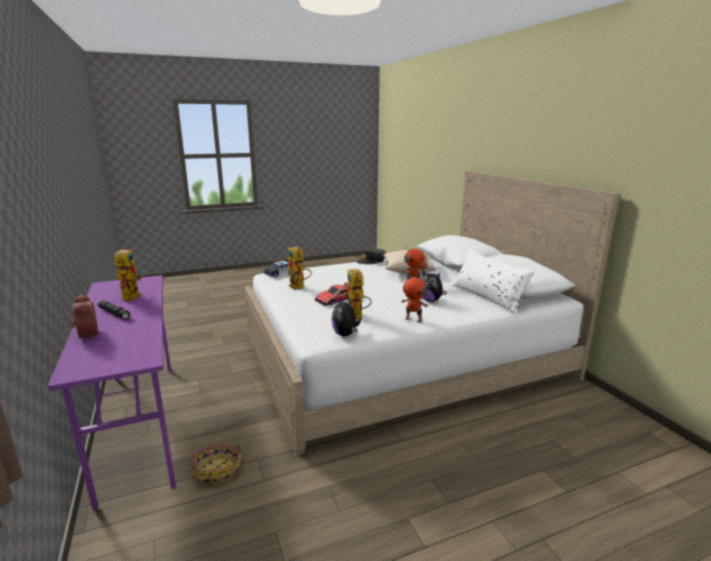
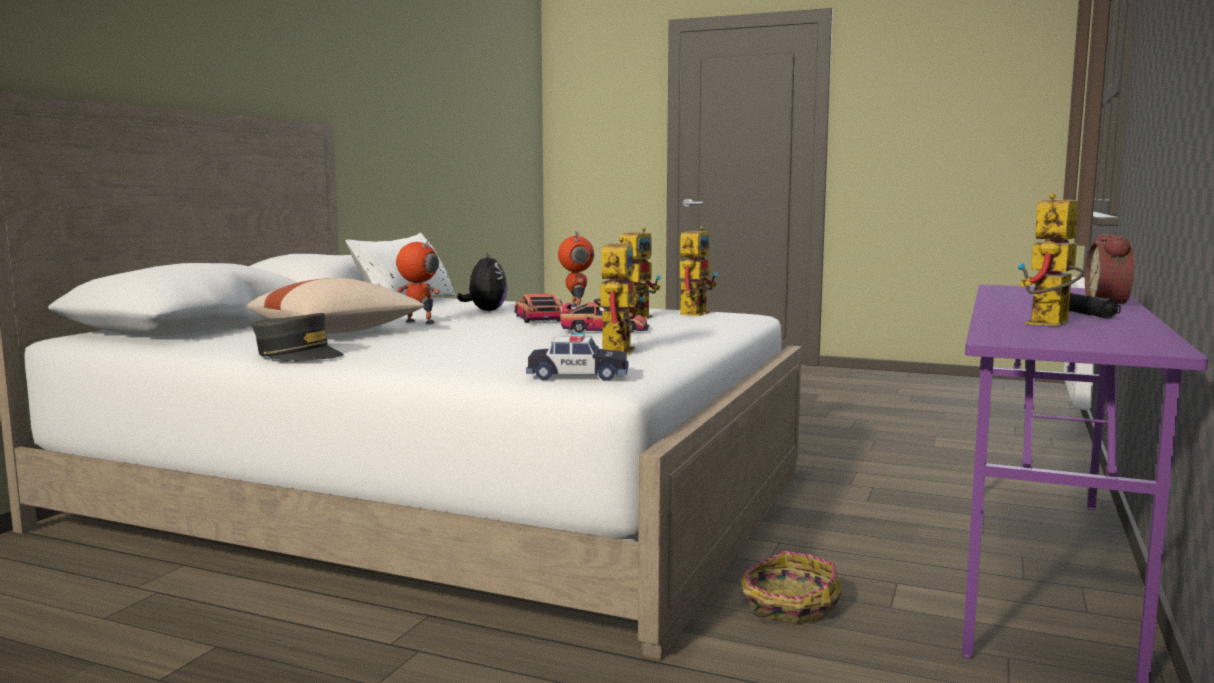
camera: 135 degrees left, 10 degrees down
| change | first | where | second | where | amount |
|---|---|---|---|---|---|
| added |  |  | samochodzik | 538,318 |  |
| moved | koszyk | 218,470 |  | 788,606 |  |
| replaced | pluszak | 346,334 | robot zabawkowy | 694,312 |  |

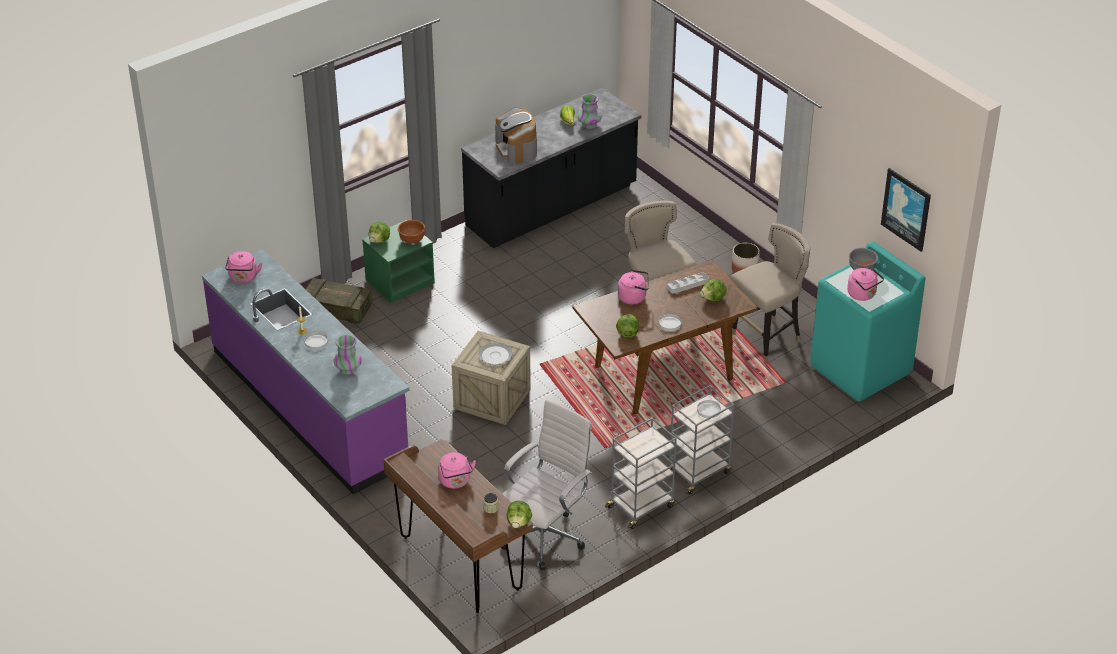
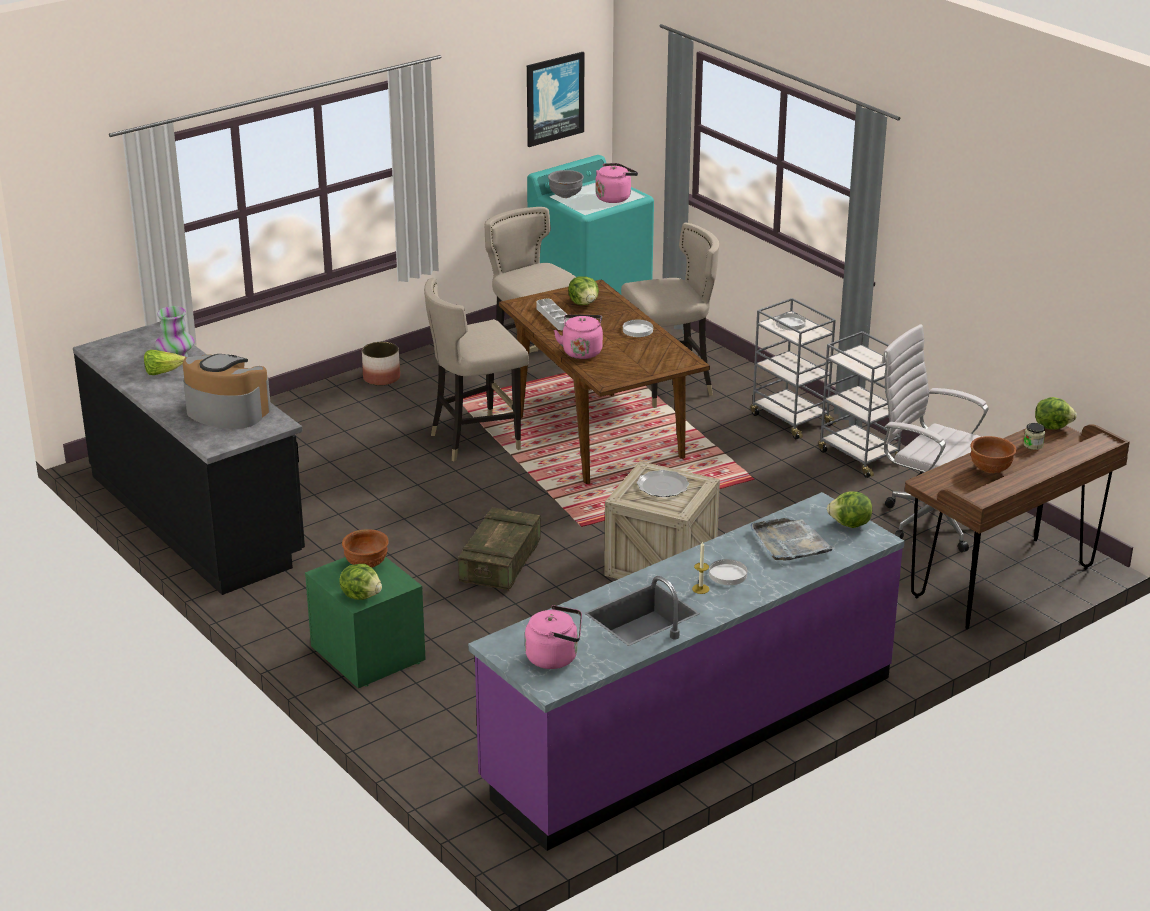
camera: 90 degrees left, 10 degrees down
| change | first | where | second | where | amount |
|---|---|---|---|---|---|
| added |  |  | stołek/beżowy | 669,388 |  |
| moved | skrzynka | 337,309 |  | 500,564 |  |
| moved | sałata | 627,333 |  | 850,525 |  |
| replaced | wazon | 348,369 | taca/szary | 790,542 |  |
| replaced | czajnik/różowy | 455,481 | miska/brązowy | 991,470 |  |
| turned | ekspres do kawy | 517,149 |  | 226,411 | 135 degrees counterclockwise |

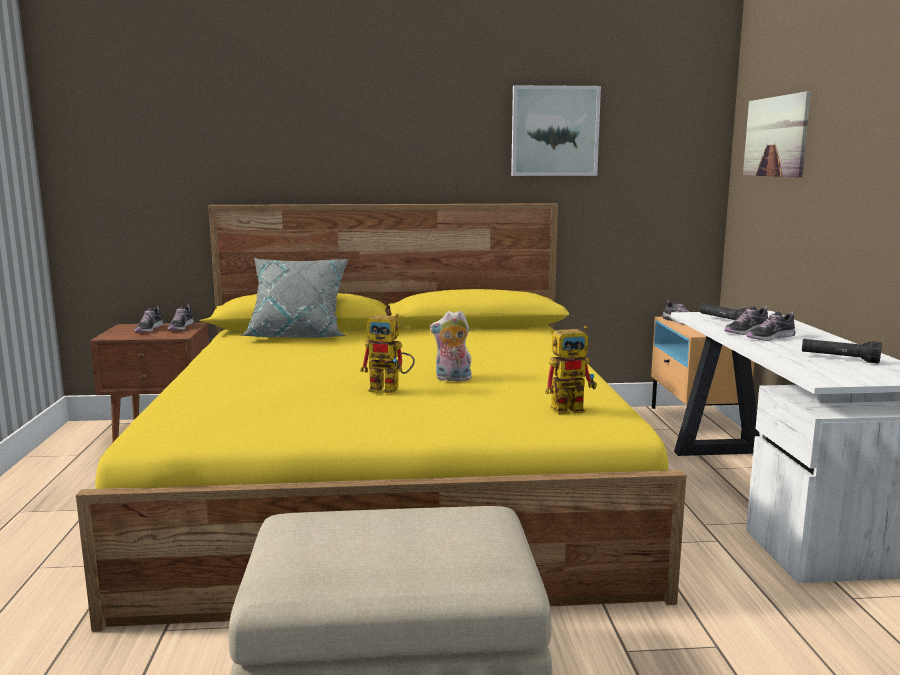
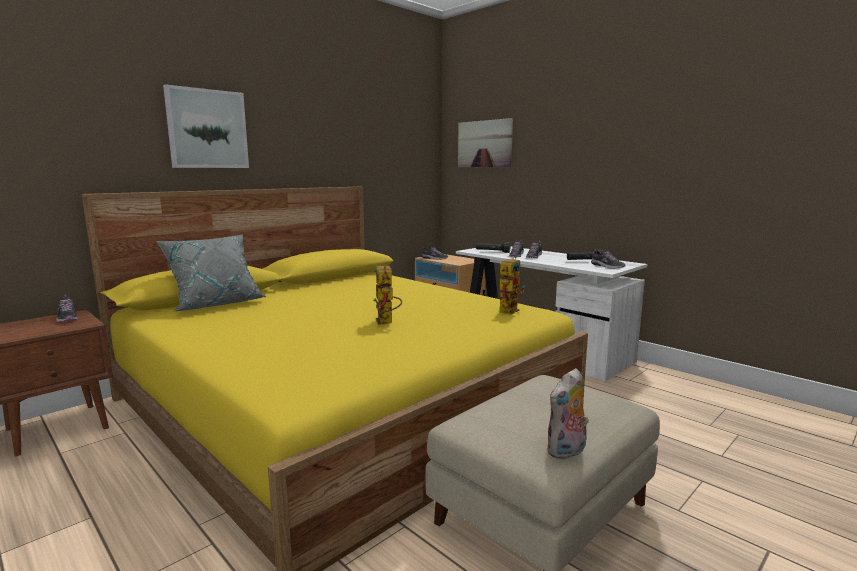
camera: 40 degrees left, 0 degrees up
| change | first | where | second | where | amount |
|---|---|---|---|---|---|
| moved | but | 149,329 |  | 607,266 |  |
| moved | pluszak | 452,379 |  | 567,452 |  |
| moved | obraz | 554,131 |  | 207,129 |  |
| turned | robot zabawkowy | 391,389 |  | 387,323 | 105 degrees clockwise |

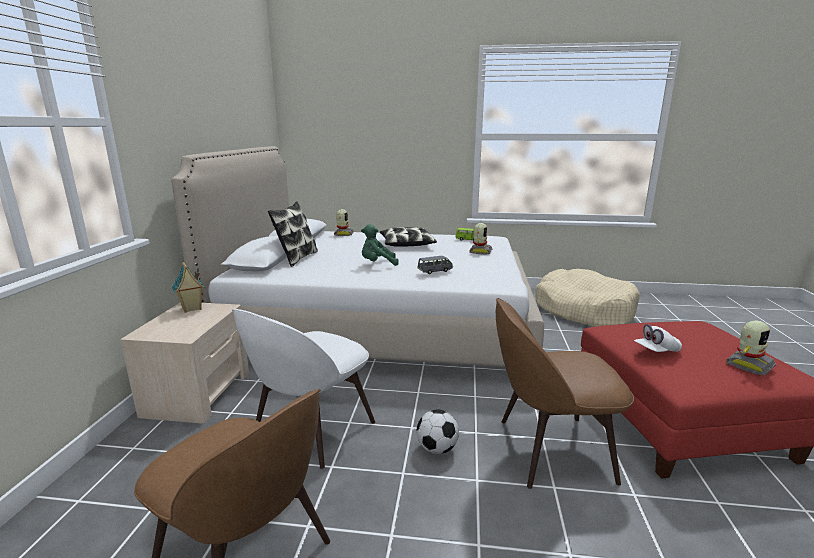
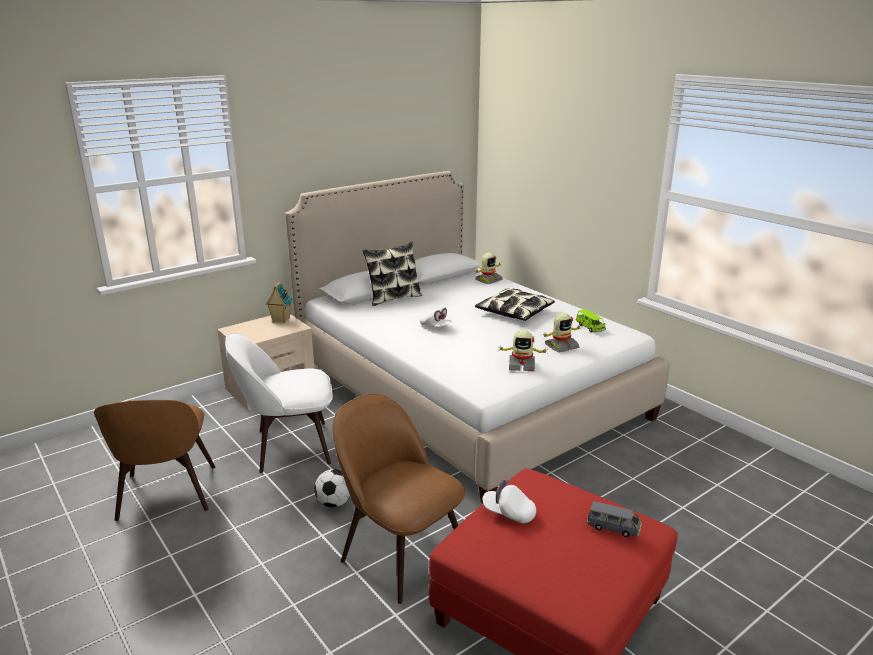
camera: 45 degrees right, 5 degrees up
| change | first | where | second | where | amount |
|---|---|---|---|---|---|
| removed | legowisko/beżowy | 583,310 |  |  |  |
| moved | samochodzik/szary | 435,271 |  | 613,527 |  |
| moved | robot zabawkowy | 748,365 |  | 521,365 |  |
| replaced | pluszak/zielony | 377,264 | czapka z daszkiem/biały | 436,326 |  |

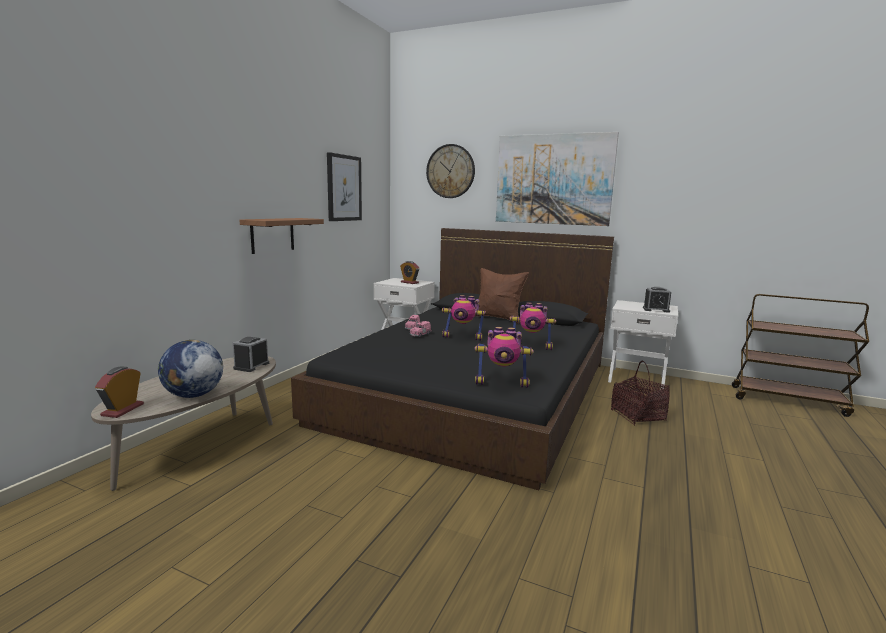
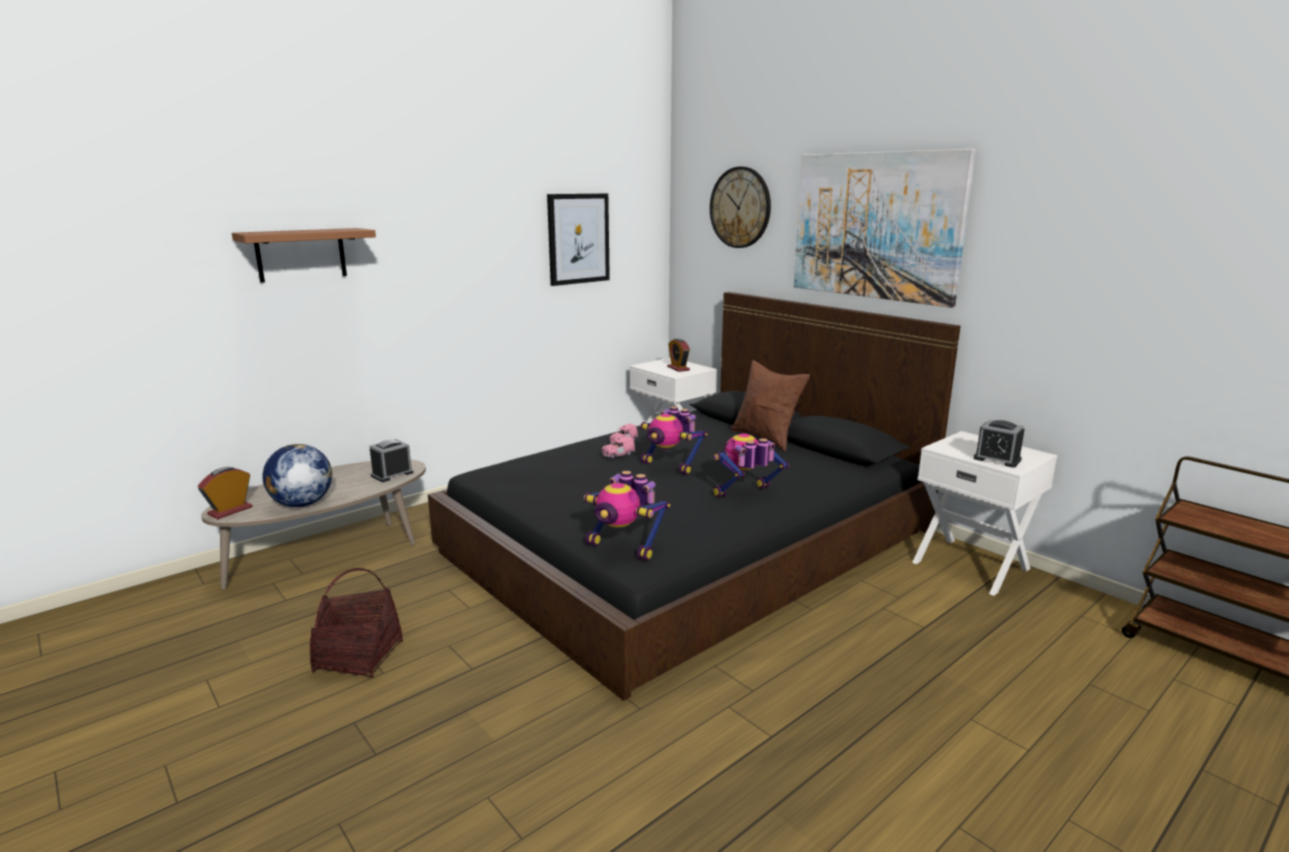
camera: 25 degrees right, 5 degrees up
| change | first | where | second | where | amount |
|---|---|---|---|---|---|
| moved | półka | 272,235 |  | 301,254 |  |
| moved | koszyk | 637,415 |  | 359,657 |  |
| turned | robot zabawkowy | 530,346 |  | 745,495 | 120 degrees clockwise |

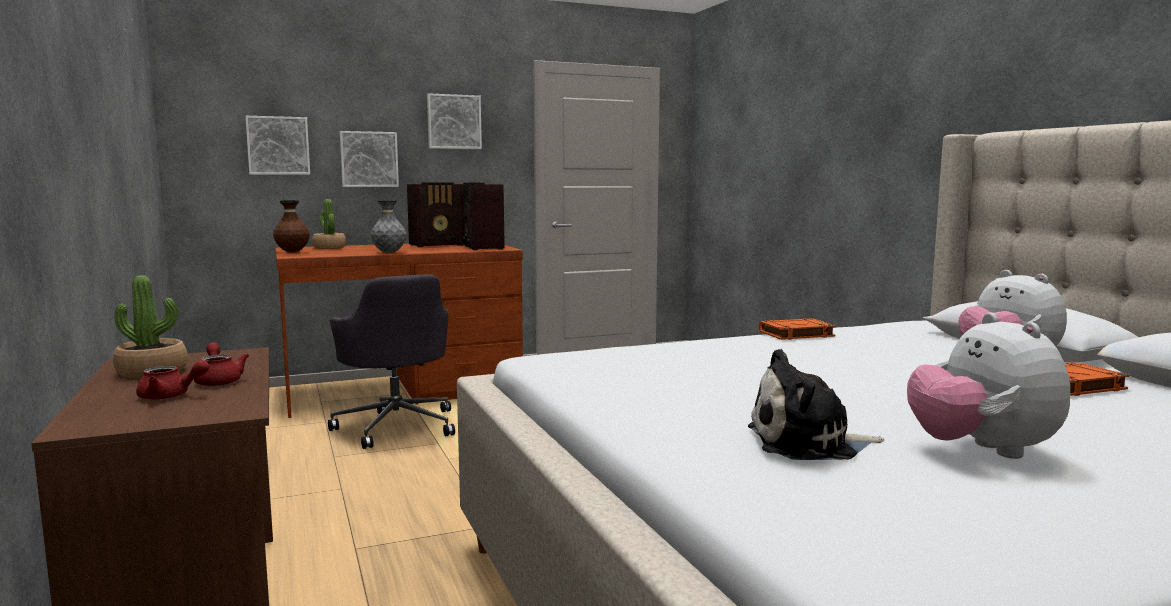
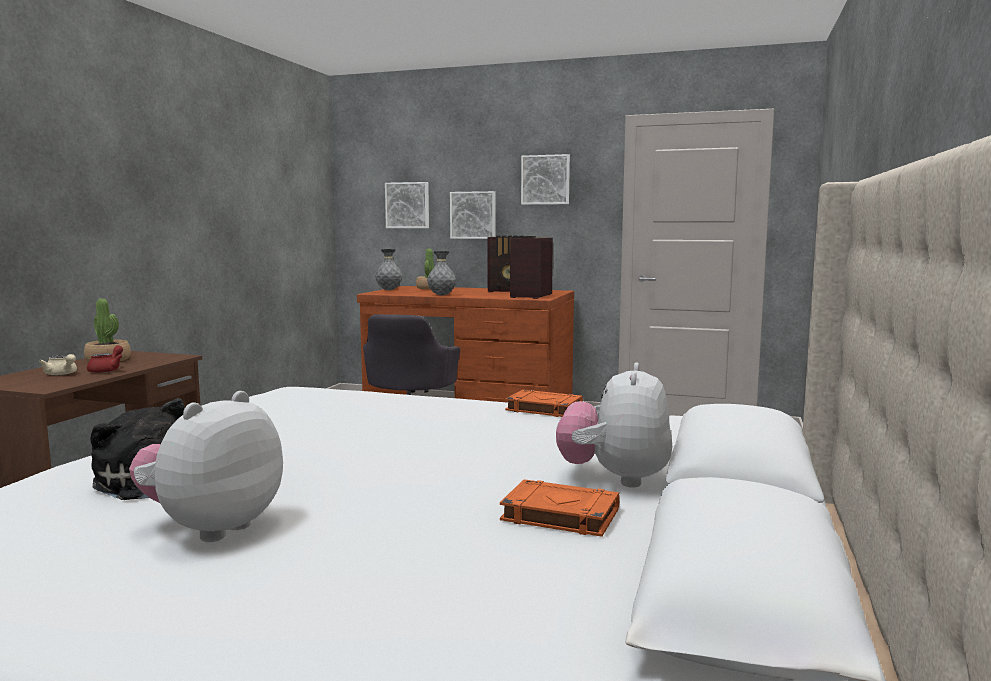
camera: 40 degrees right, 0 degrees up
| change | first | where | second | where | amount |
|---|---|---|---|---|---|
| recoloured | imbryk/czerwony | 170,396 | imbryk/beżowy | 62,374 |  |
| recoloured | wazon/brązowy | 292,252 | wazon/szary | 389,290 |  |

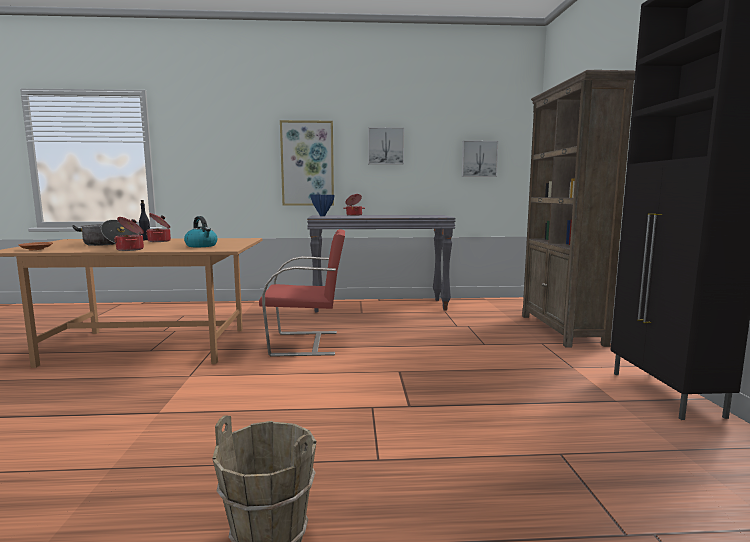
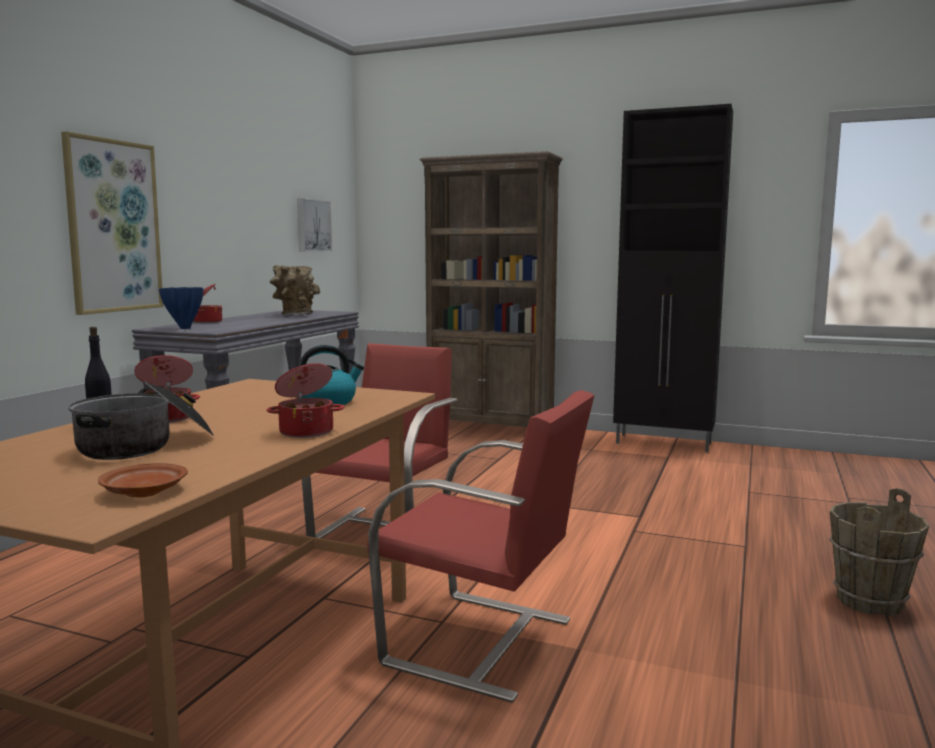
camera: 65 degrees left, 0 degrees up
| change | first | where | second | where | amount |
|---|---|---|---|---|---|
| removed | obraz | 385,146 |  |  |  |
| added |  |  | wazon/brązowy | 294,315 |  |
| added |  |  | krzesło/czerwony | 482,642 |  |

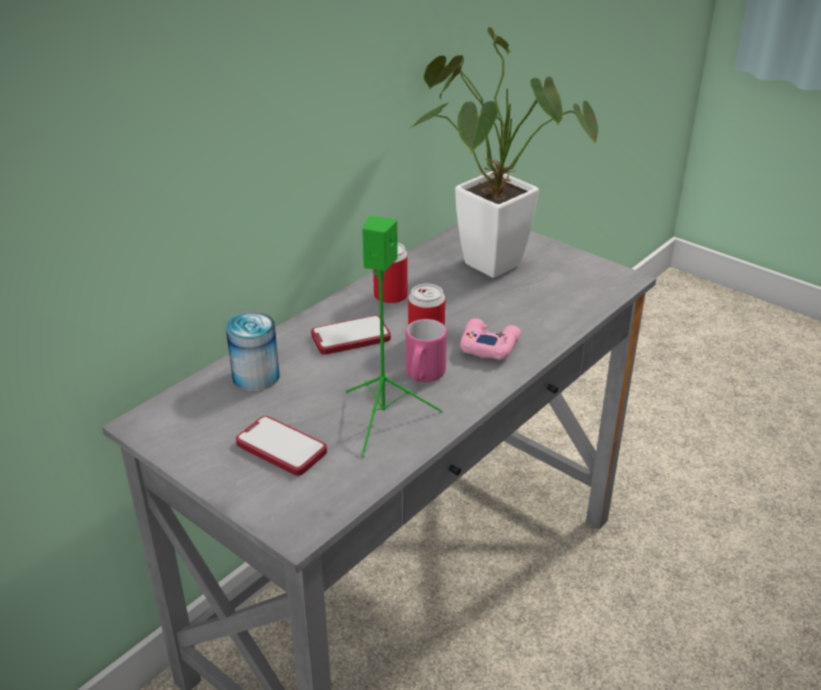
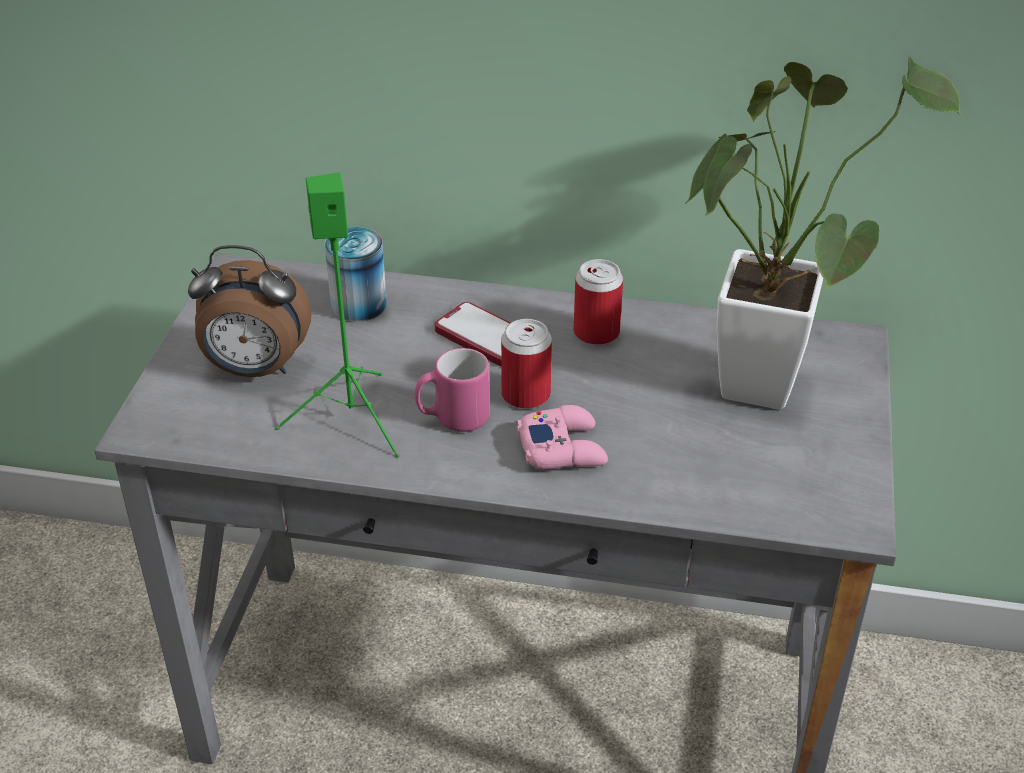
camera: 60 degrees right, 5 degrees up
| change | first | where | second | where | amount |
|---|---|---|---|---|---|
| replaced | telefon | 281,448 | budzik | 255,369 |  |

